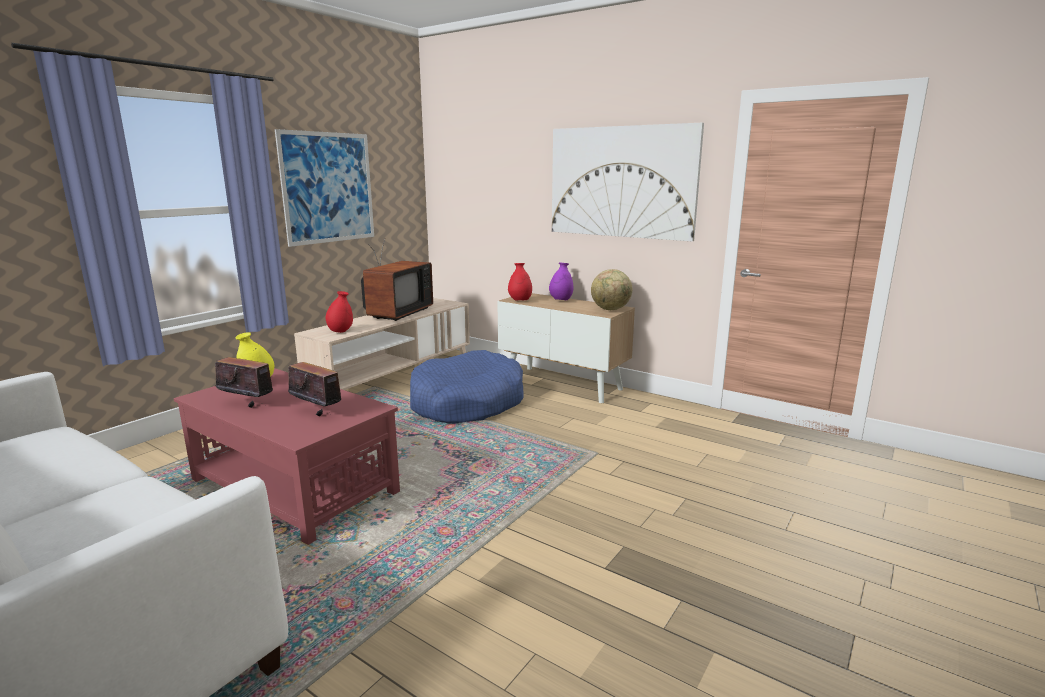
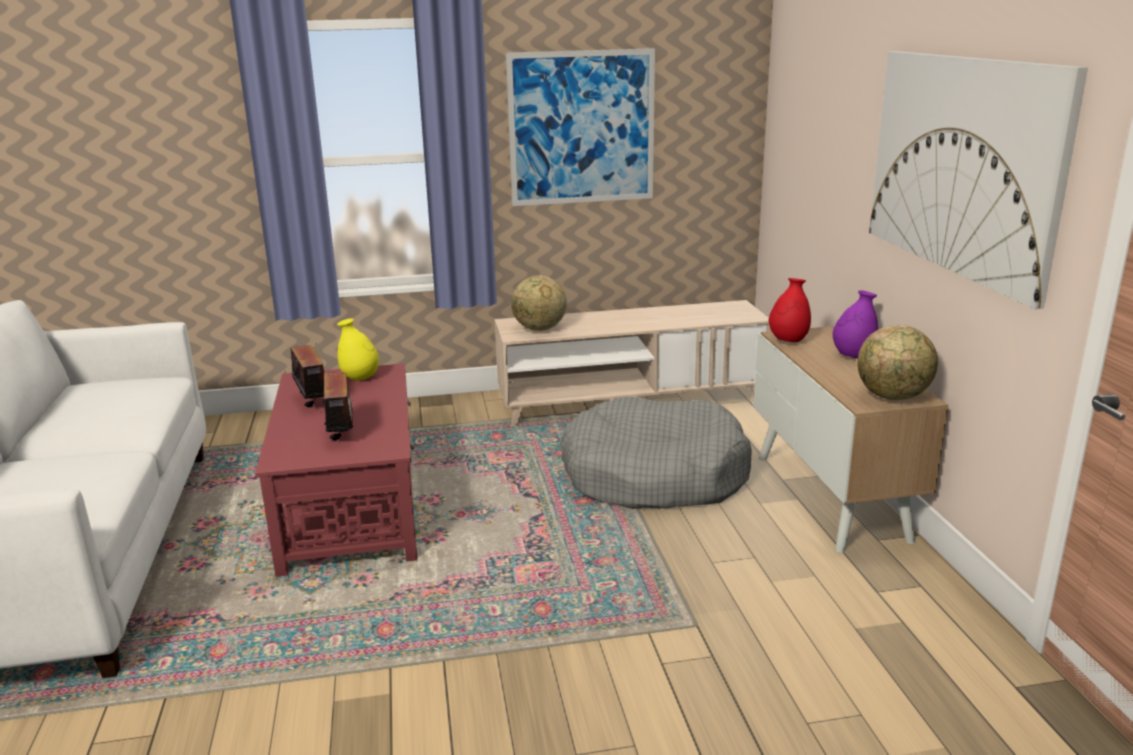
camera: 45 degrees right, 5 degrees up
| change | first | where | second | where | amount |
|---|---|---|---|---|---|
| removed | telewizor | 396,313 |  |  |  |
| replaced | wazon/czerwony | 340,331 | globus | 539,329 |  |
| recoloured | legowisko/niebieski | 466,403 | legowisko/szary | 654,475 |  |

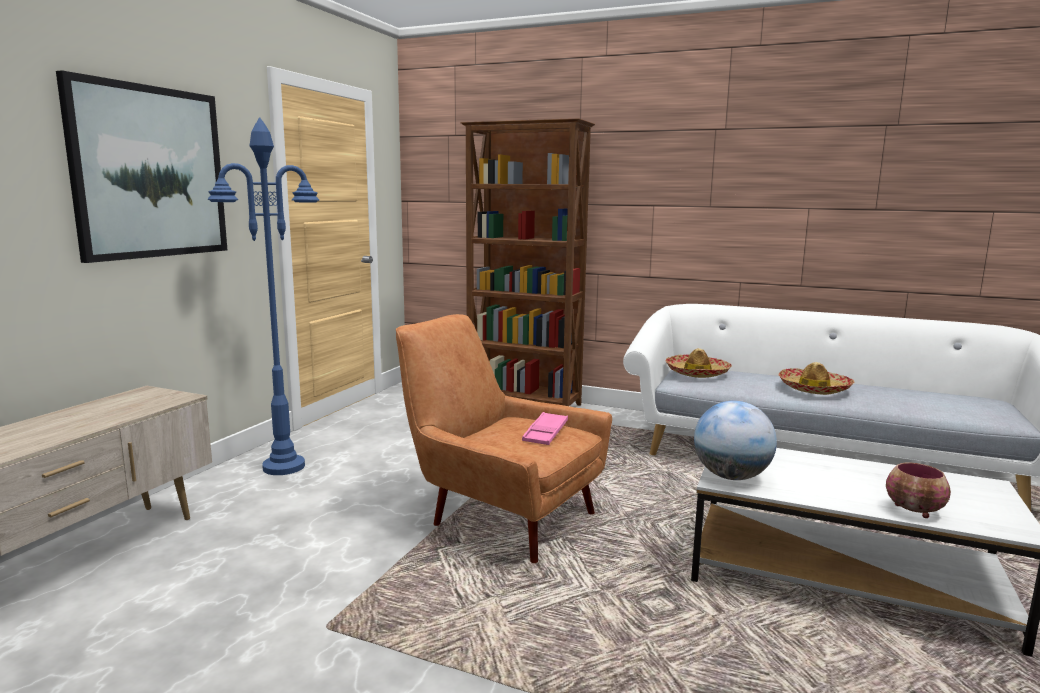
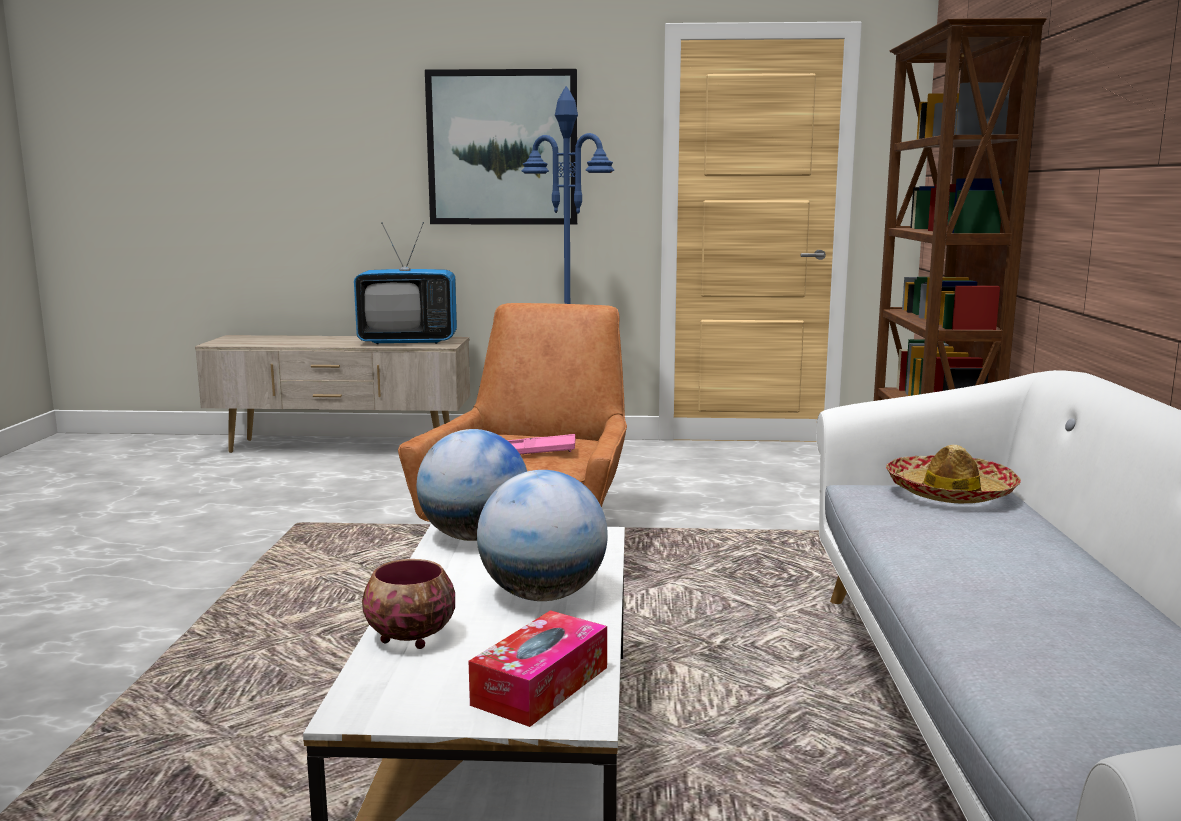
camera: 70 degrees right, 0 degrees up
| change | first | where | second | where | amount |
|---|---|---|---|---|---|
| removed | kapelusz | 814,389 |  |  |  |
| added |  |  | telewizor | 408,341 |  |
| added |  |  | pudełko chusteczek | 541,686 |  |
| added |  |  | globus | 543,595 |  |

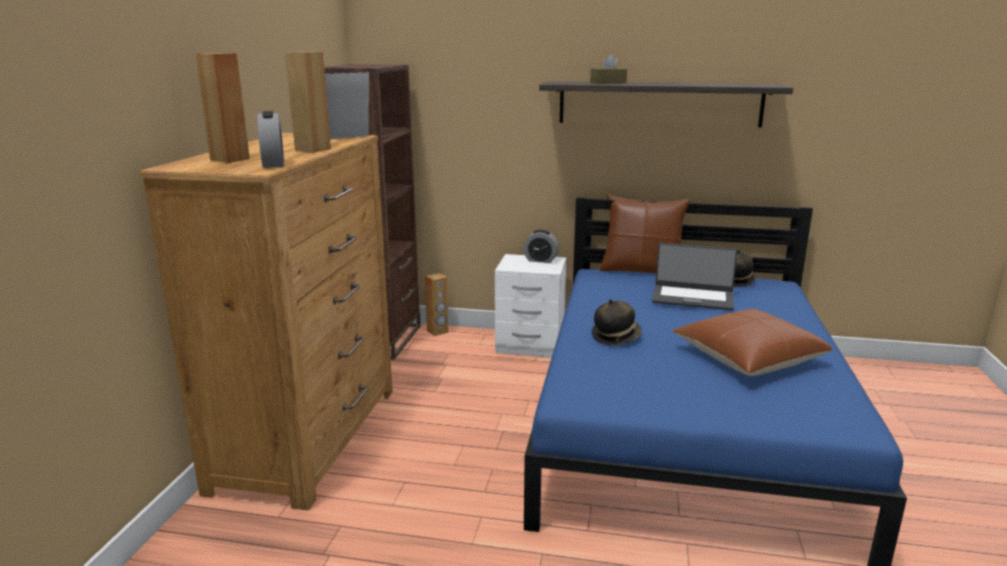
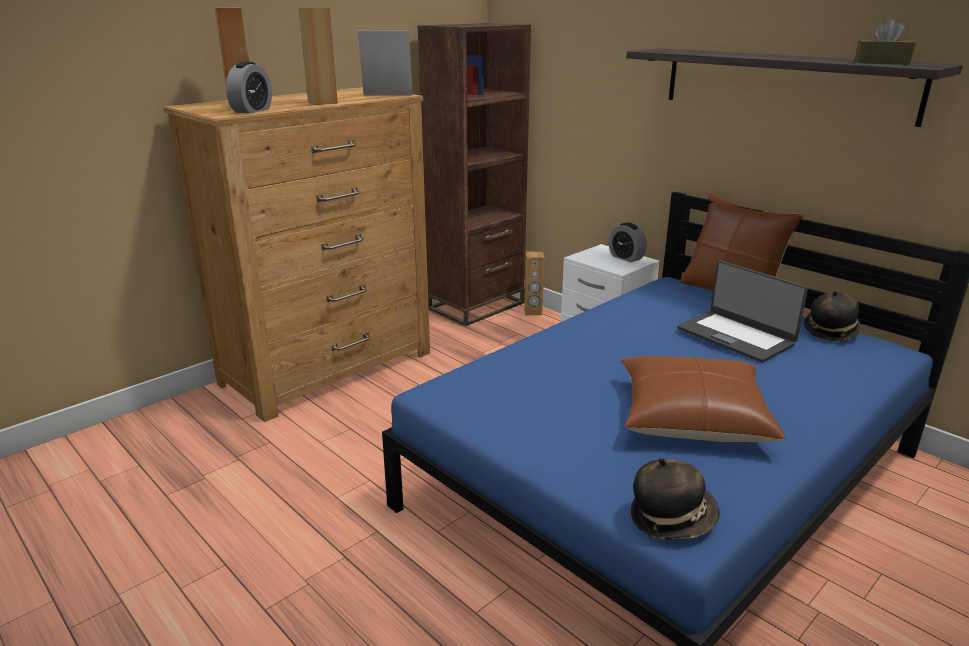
camera: 35 degrees right, 5 degrees up
| change | first | where | second | where | amount |
|---|---|---|---|---|---|
| moved | pudełko chusteczek/brązowy | 608,83 |  | 881,62 |  |
| moved | kapelusz | 615,337 |  | 672,518 |  |

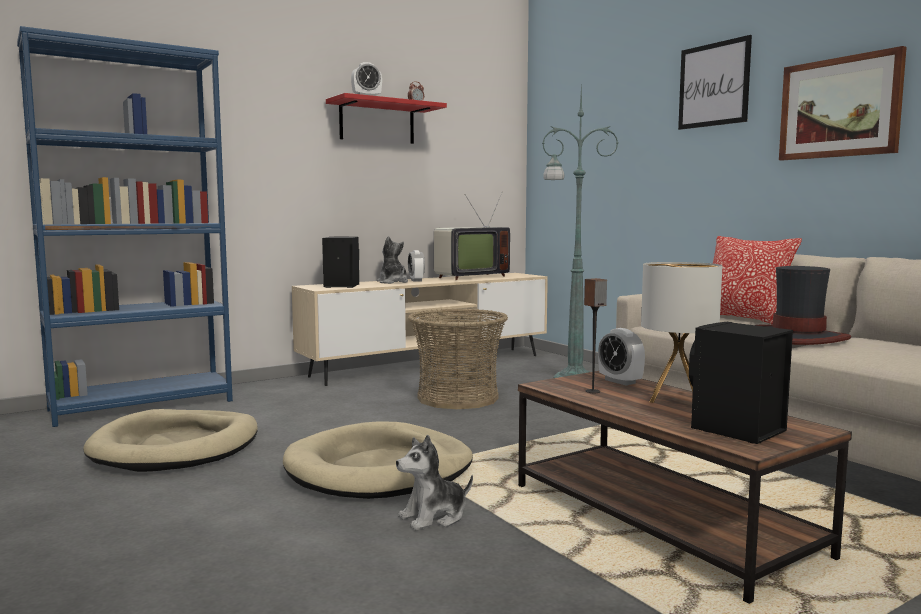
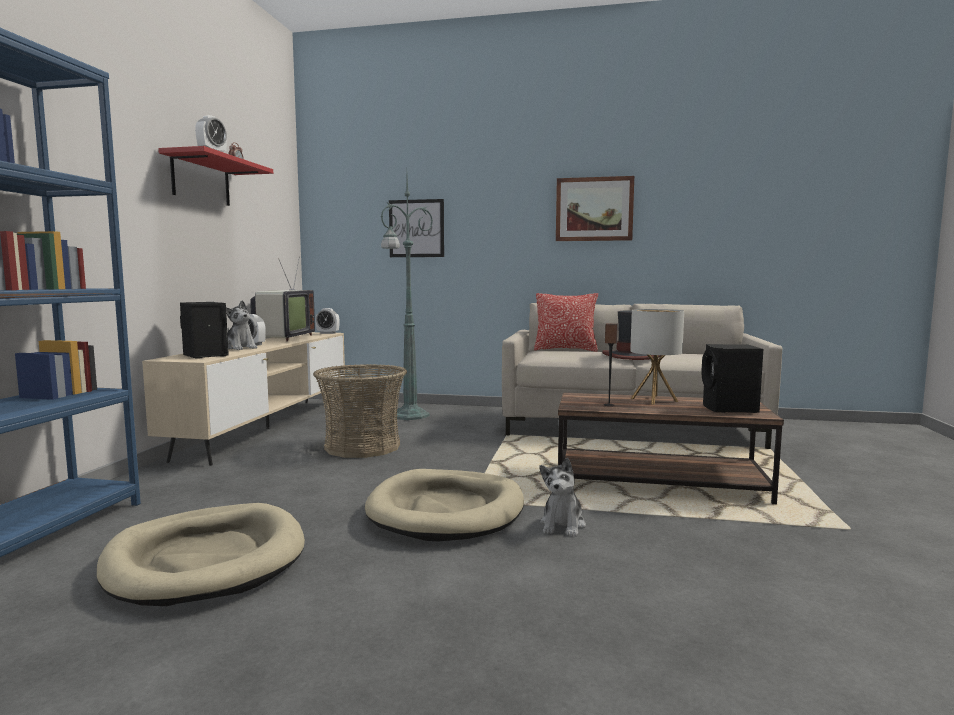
camera: 45 degrees left, 0 degrees up
| change | first | where | second | where | amount |
|---|---|---|---|---|---|
| moved | budzik | 620,381 |  | 327,333 |  |
| moved | obraz | 713,84 |  | 416,228 |  |
| turned | pluszak | 393,282 |  | 240,348 | 150 degrees counterclockwise |

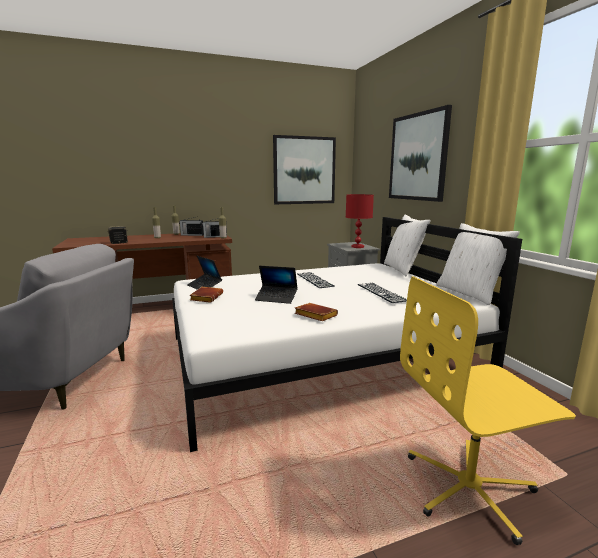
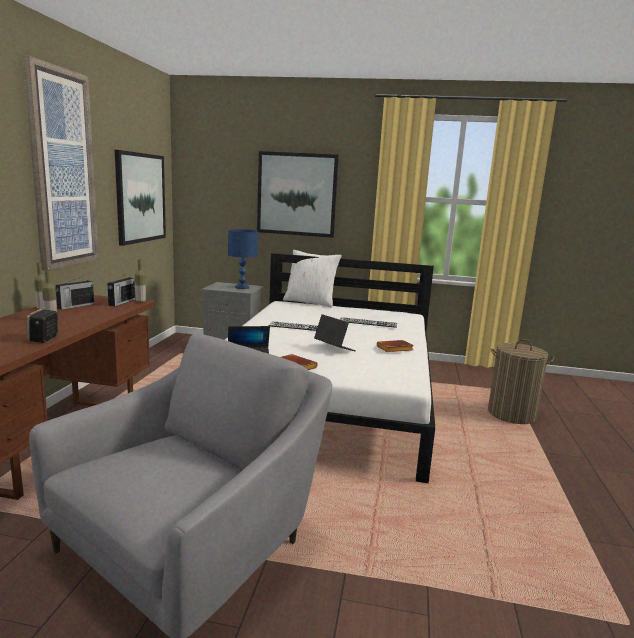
camera: 60 degrees left, 0 degrees up
| change | first | where | second | where | amount |
|---|---|---|---|---|---|
| removed | poduszka/biały | 469,293 |  |  |  |
| added |  |  | obraz | 62,170 |  |
| replaced | krzesło biurowe/żółty | 470,488 | kosz na pranie | 511,414 |  |
| recoloured | lampa stołowa/czerwony | 358,247 | lampa stołowa/niebieski | 242,287 |  |
| turned | laptop | 276,298 |  | 334,348 | 90 degrees counterclockwise |

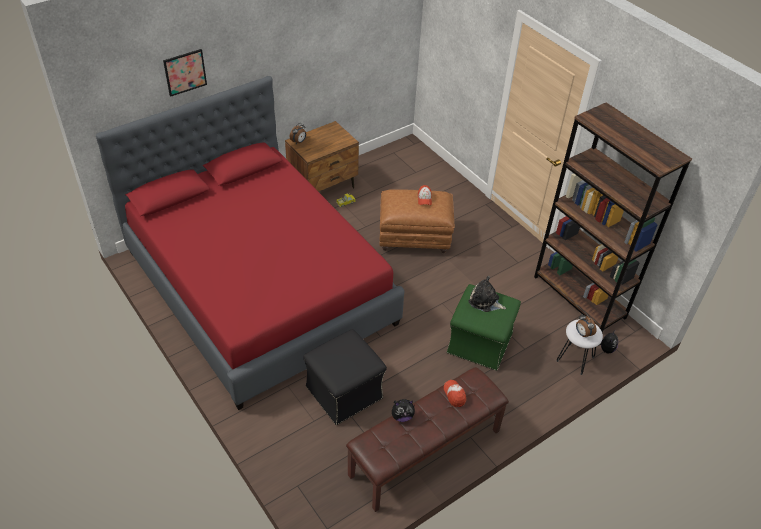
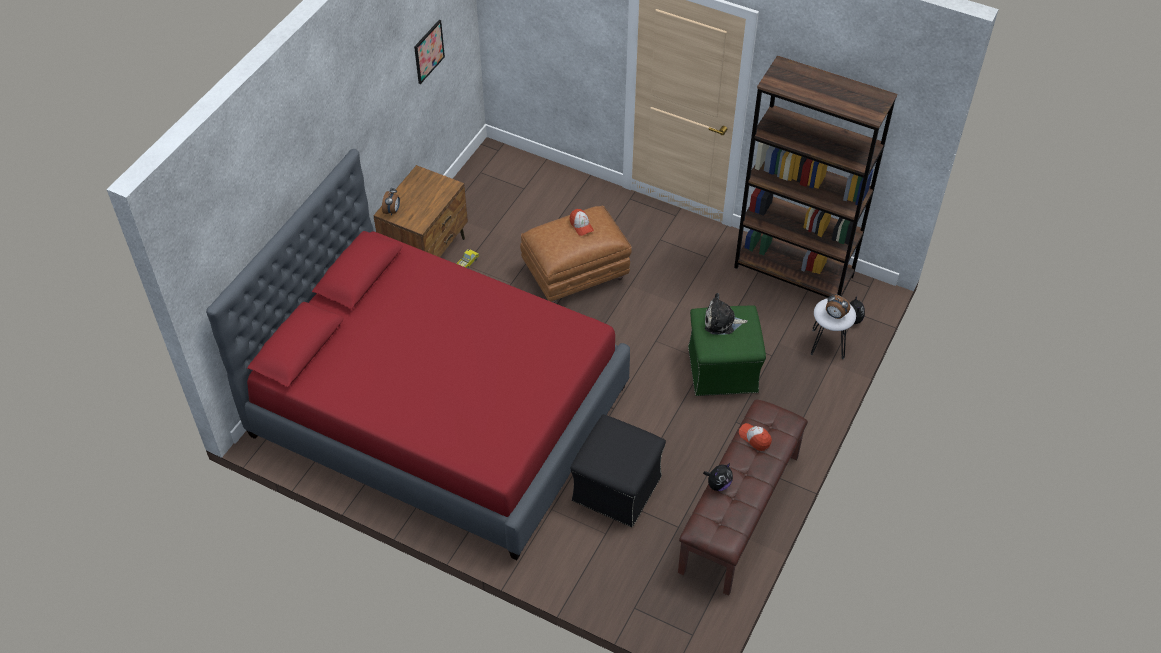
camera: 25 degrees left, 5 degrees up
| change | first | where | second | where | amount |
|---|---|---|---|---|---|
| moved | obraz | 185,72 |  | 428,51 |  |

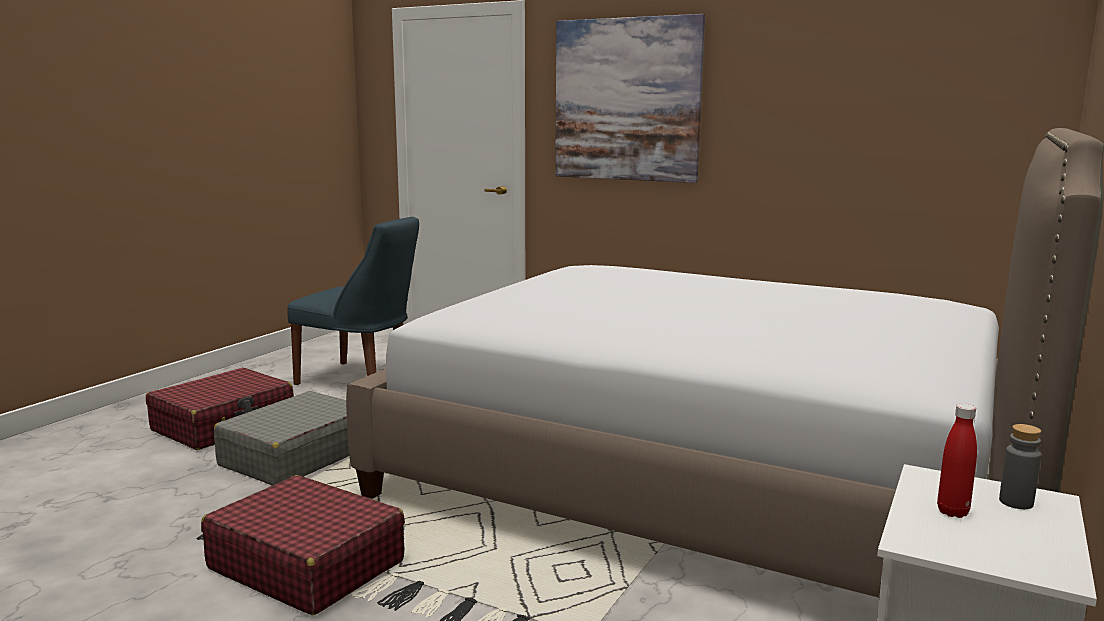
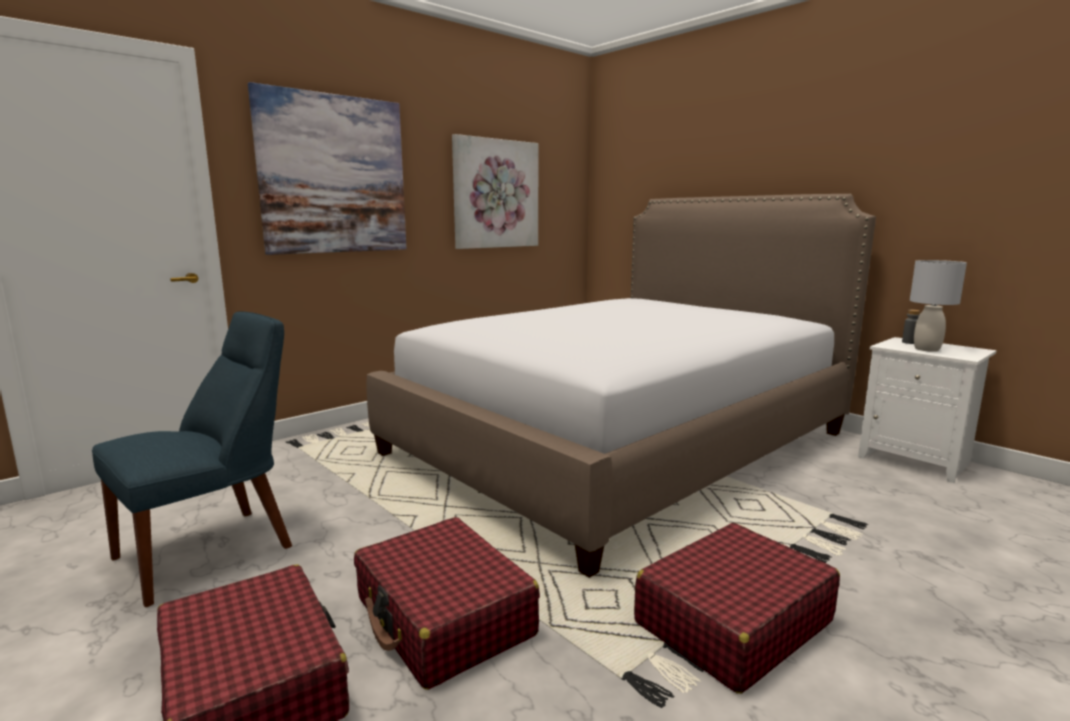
camera: 70 degrees left, 0 degrees up
| change | first | where | second | where | amount |
|---|---|---|---|---|---|
| added |  |  | obraz | 496,194 |  |
| replaced | butelka/czerwony | 952,512 | lampa stołowa/szary | 927,349 |  |
| recoloured | walizka/szary | 296,456 | walizka/czerwony | 444,617 |  |

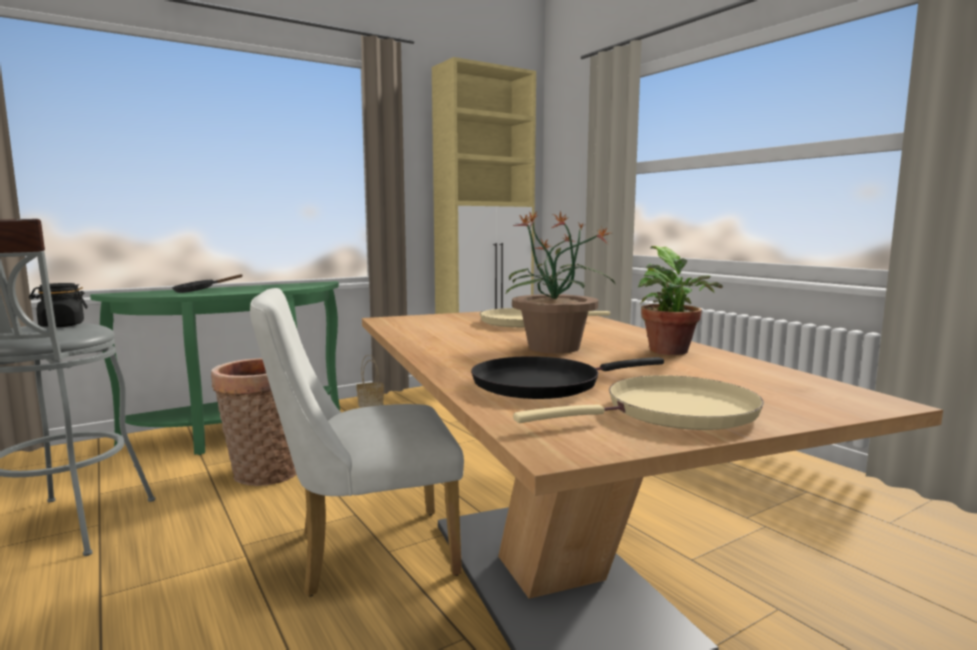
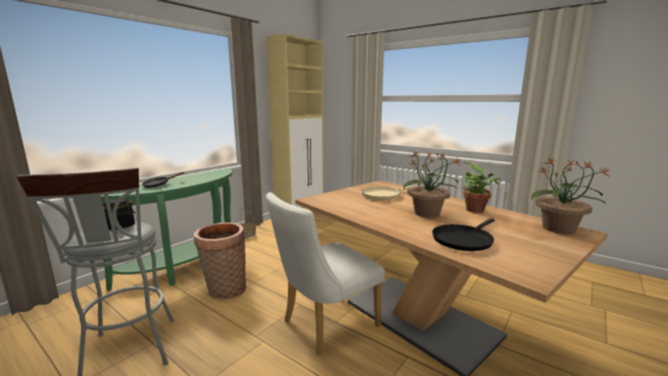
camera: 20 degrees left, 5 degrees up
| change | first | where | second | where | amount |
|---|---|---|---|---|---|
| removed | patelnia/beżowy | 672,412 |  |  |  |
| added |  |  | roślina doniczkowa | 559,229 |  |

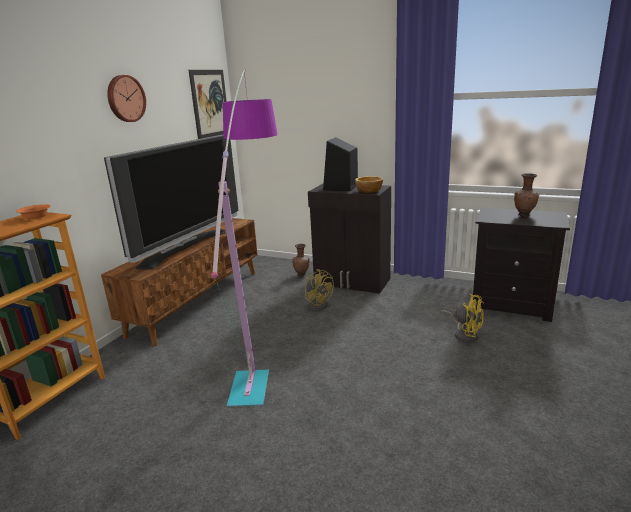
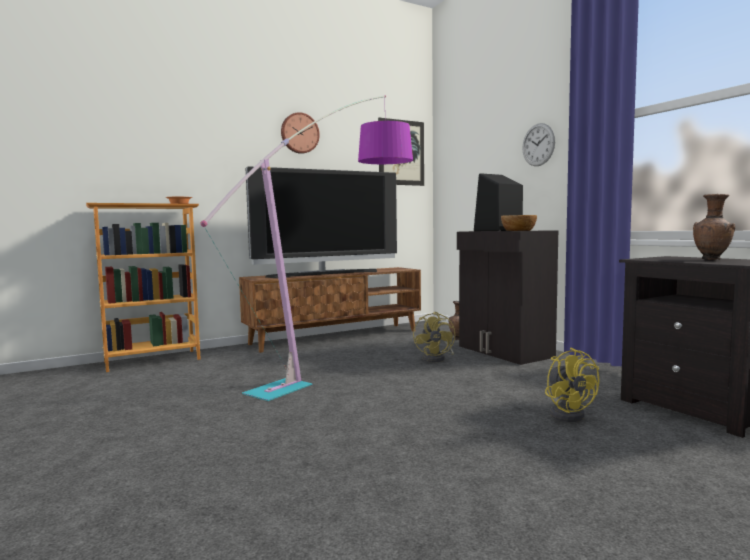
camera: 35 degrees right, 15 degrees down
| change | first | where | second | where | amount |
|---|---|---|---|---|---|
| added |  |  | zegar ścienny | 538,145 |  |

